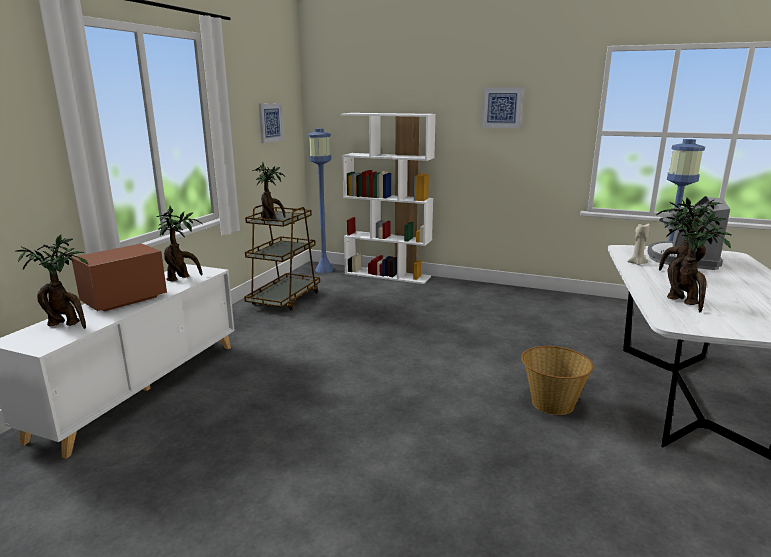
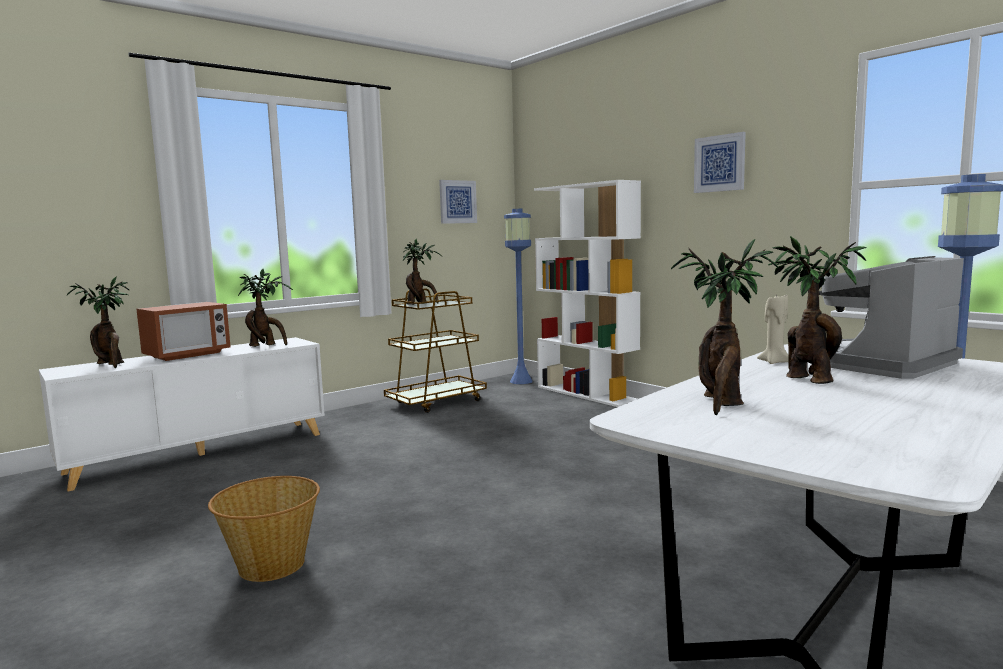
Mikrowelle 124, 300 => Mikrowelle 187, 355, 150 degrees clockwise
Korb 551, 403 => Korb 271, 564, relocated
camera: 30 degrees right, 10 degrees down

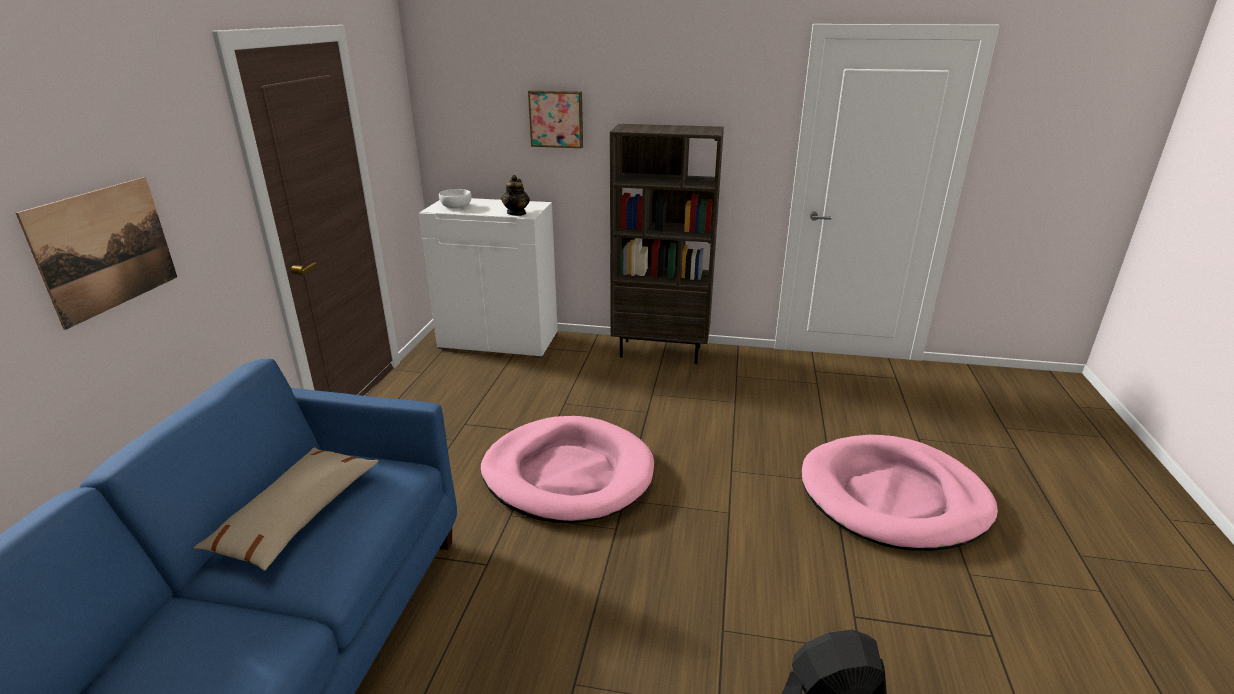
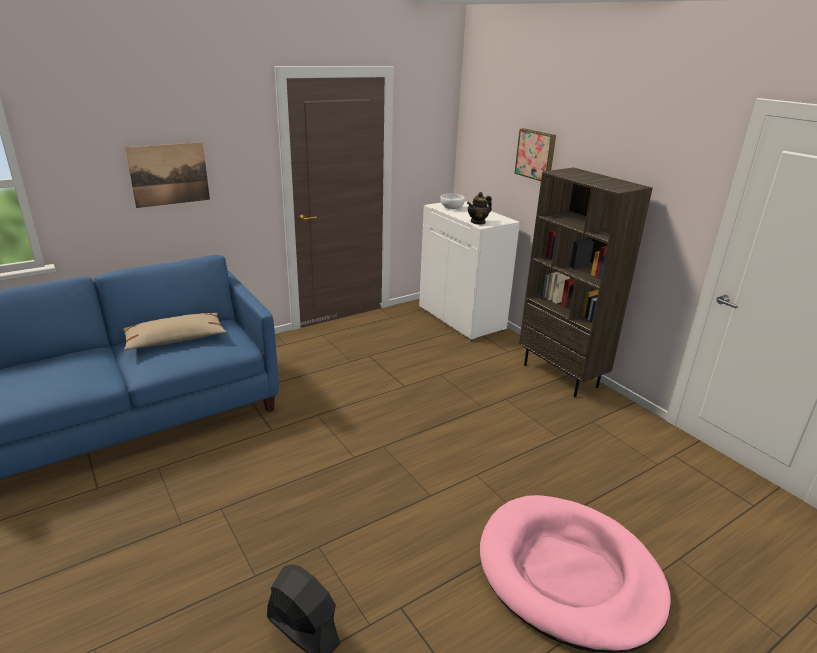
Hundebett/rosa 568, 474 => nothing
camera: 45 degrees right, 0 degrees up

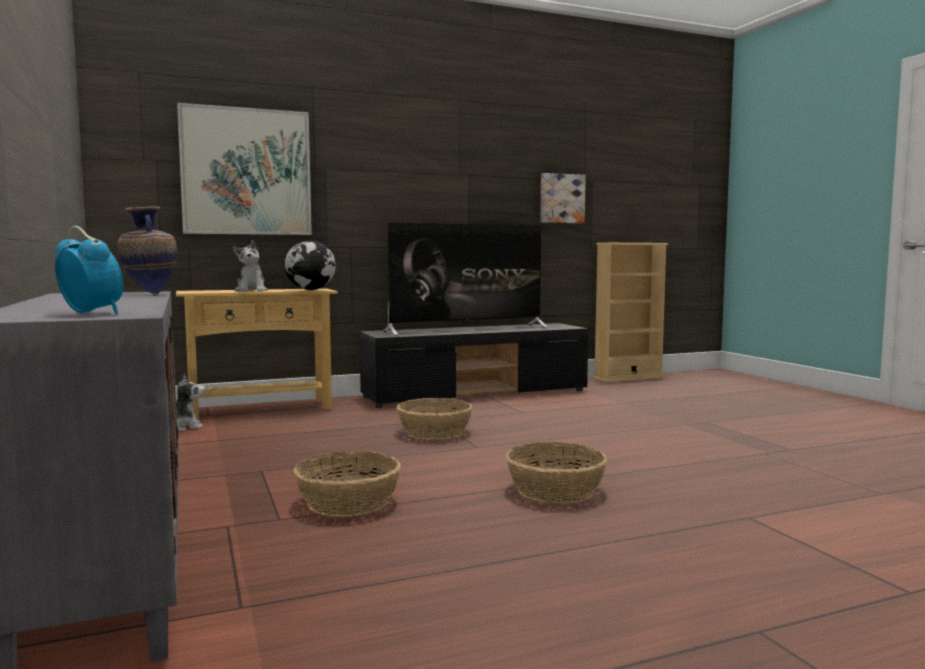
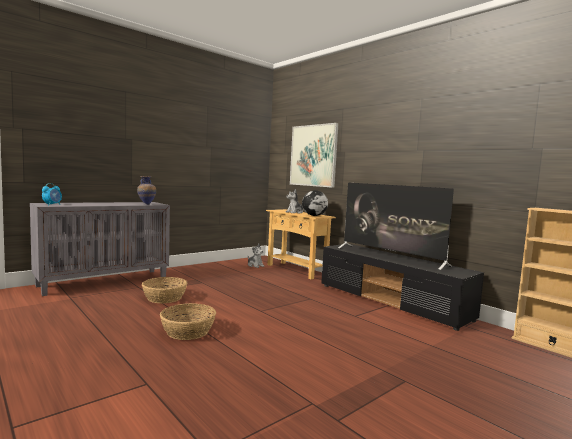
Korb 435, 432 => nothing
Bild 561, 198 => nothing
camera: 70 degrees right, 0 degrees up

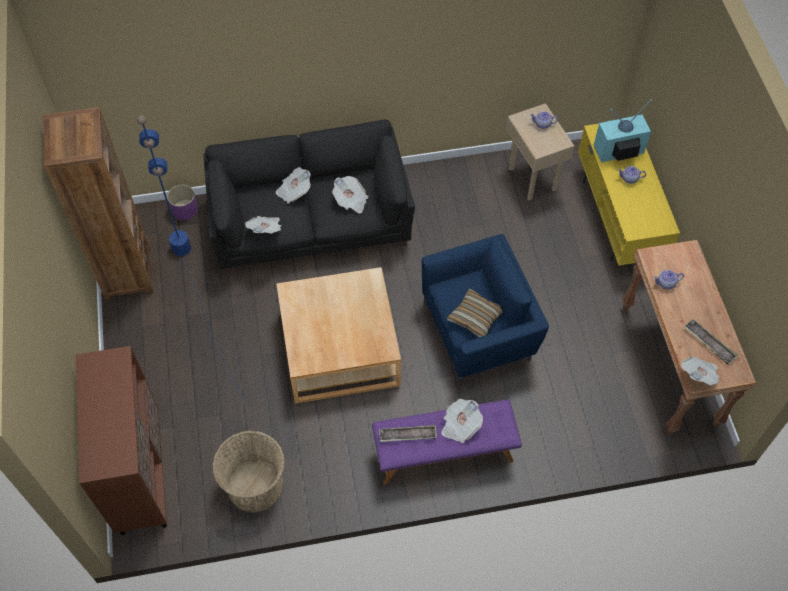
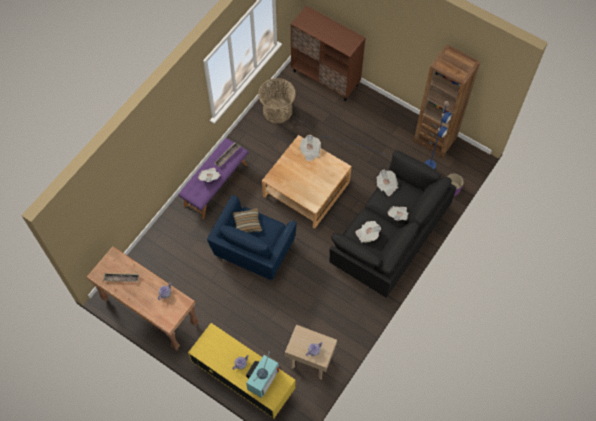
Zeitung 699, 375 => Zeitung 310, 151, relocated
camera: 135 degrees right, 5 degrees up

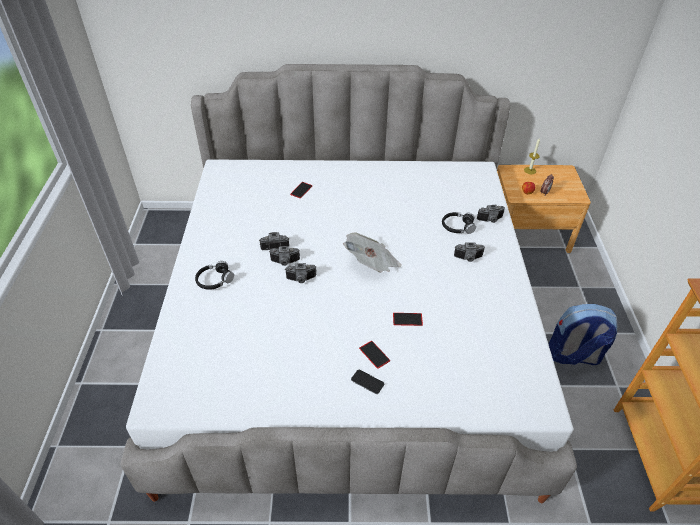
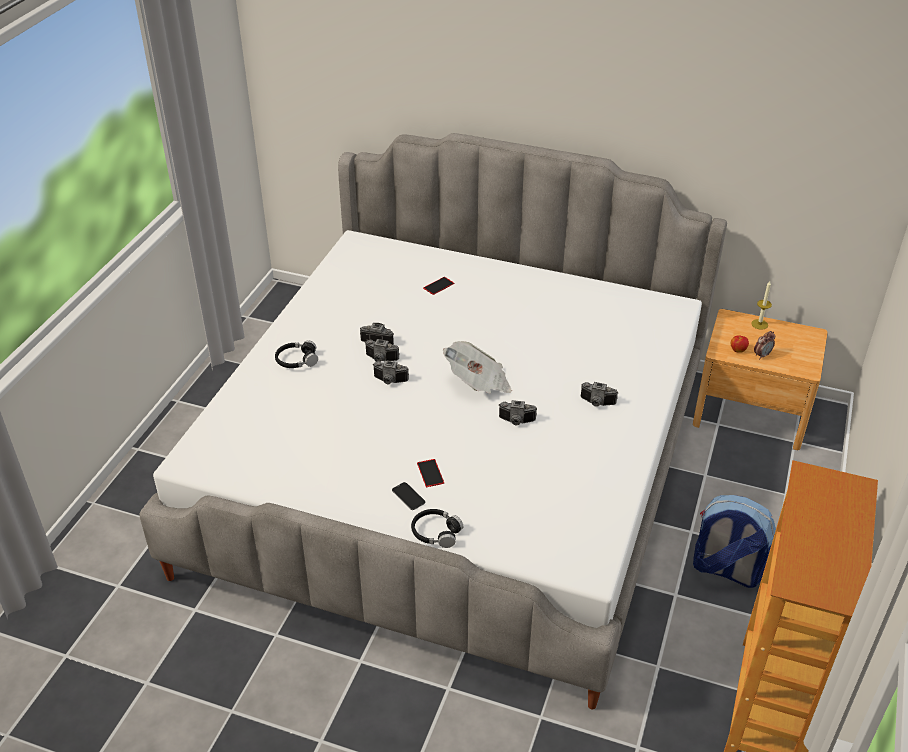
Kopfhörer/schwarz 457, 227 => Kopfhörer/schwarz 436, 532, relocated
Kamera 491, 220 => Kamera 516, 422, relocated
Handy 407, 319 => nothing
camera: 20 degrees right, 5 degrees down

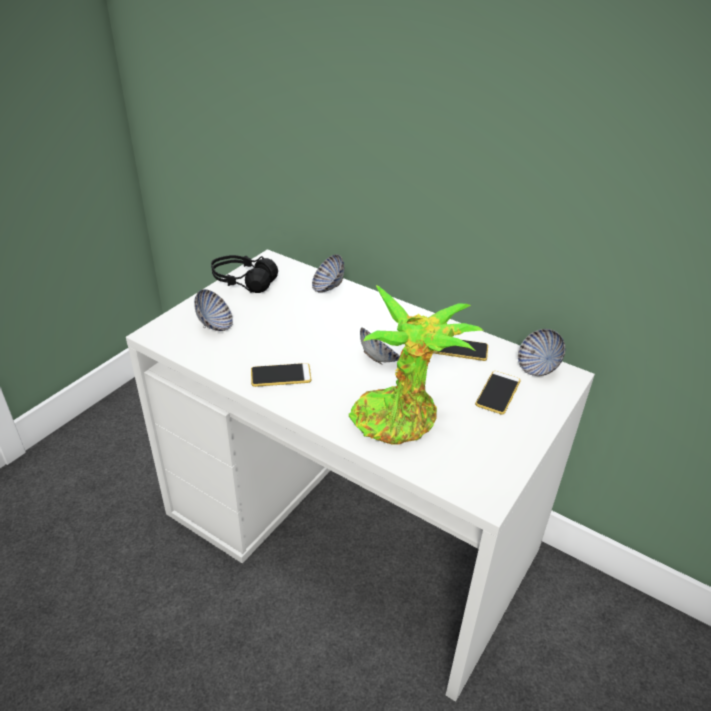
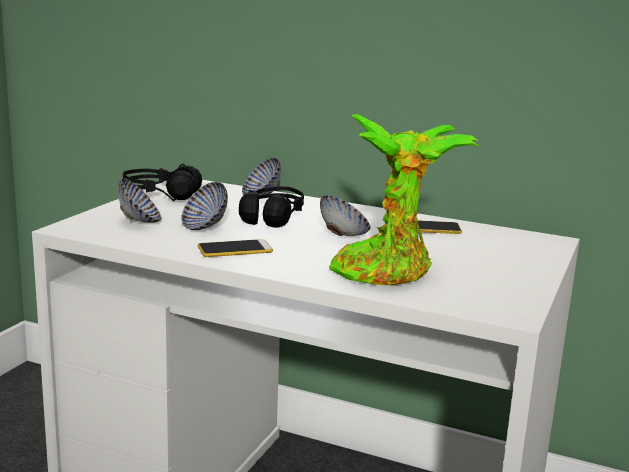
Schüssel 537, 367 => Schüssel 204, 227, relocated
nothing => Kopfhörer/schwarz 273, 218
Handy 498, 393 => nothing
camera: 10 degrees left, 20 degrees down

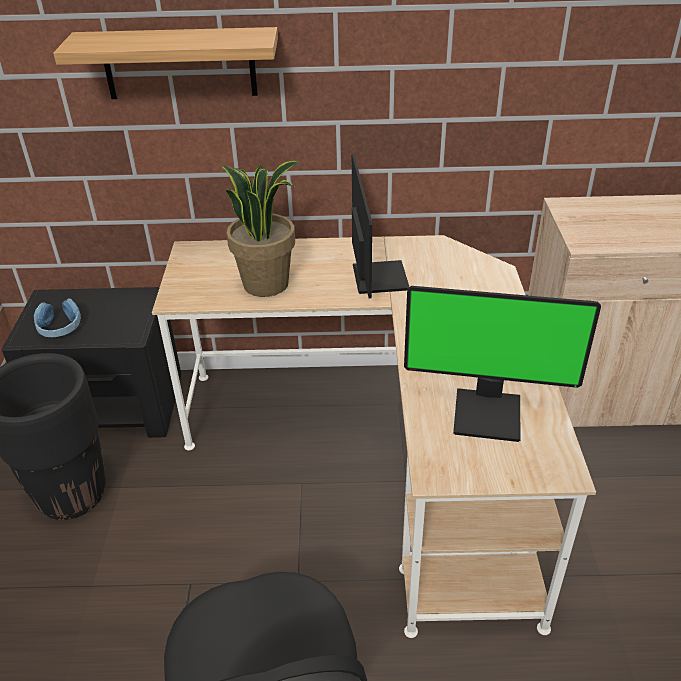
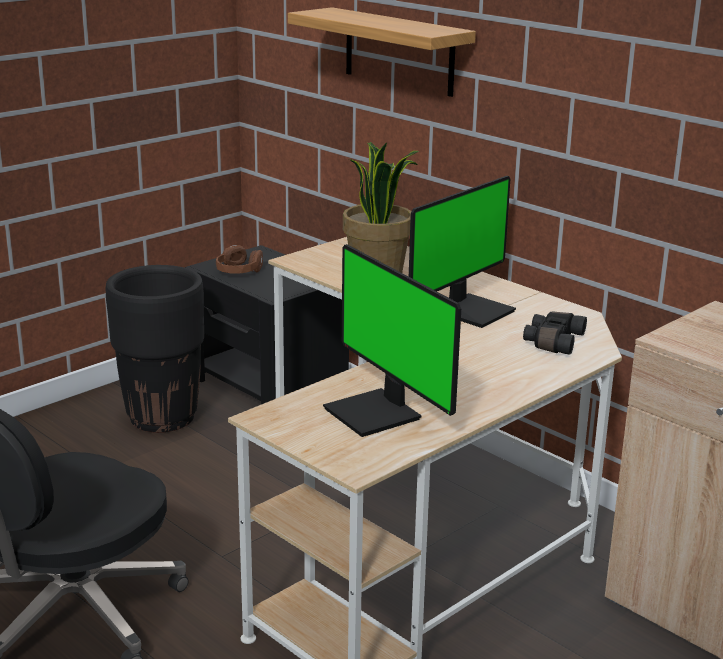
Kopfhörer/blau 60, 327 => Kopfhörer/braun 239, 271
nothing => Fernglas/schwarz 552, 342
camera: 45 degrees right, 15 degrees down

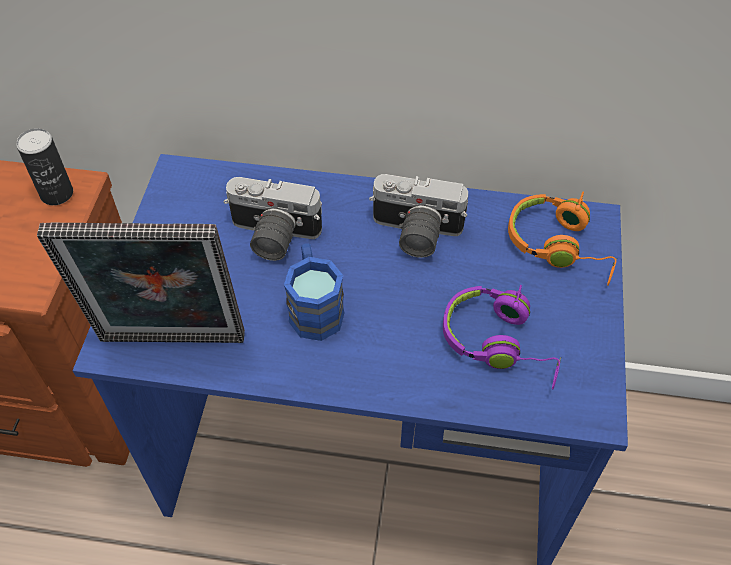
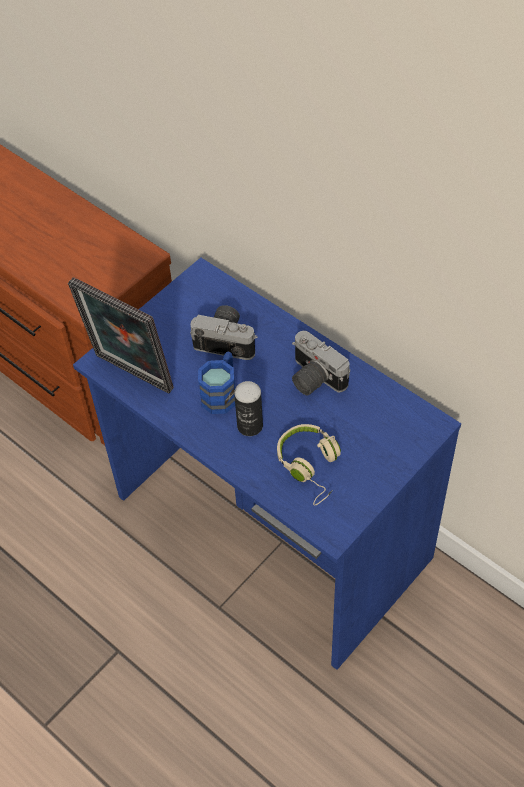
Kamera 271, 237 => Kamera 227, 340, 150 degrees clockwise
Dose 57, 194 => Dose 250, 426, relocated
Kopfhörer/lila 500, 343 => Kopfhörer/beige 311, 467
Kopfhörer/orange 560, 246 => nothing
camera: 35 degrees right, 0 degrees up

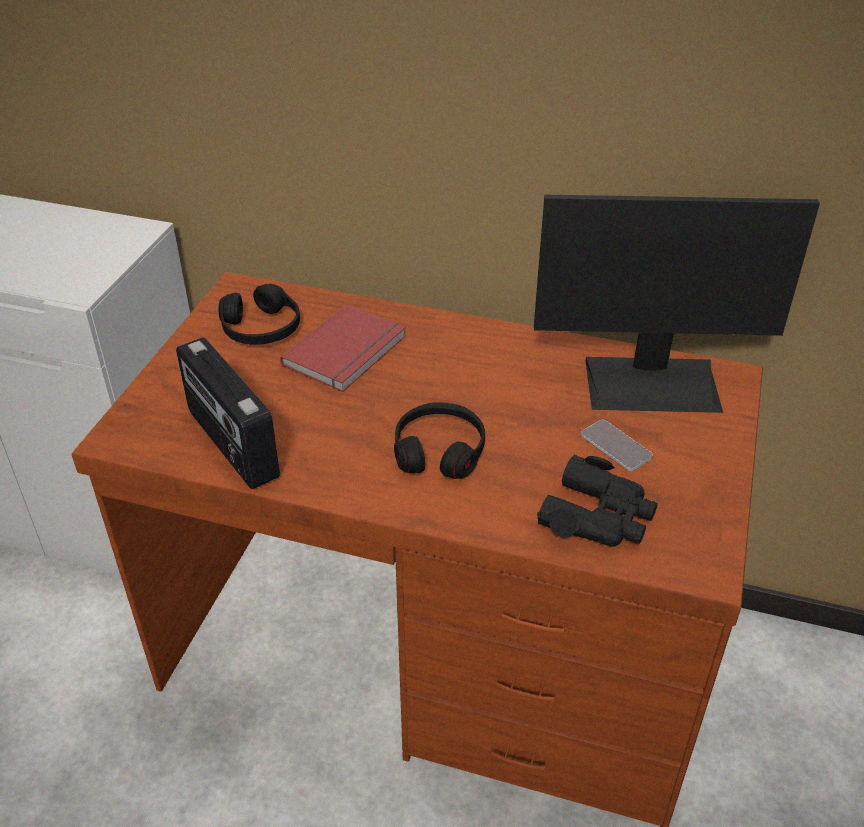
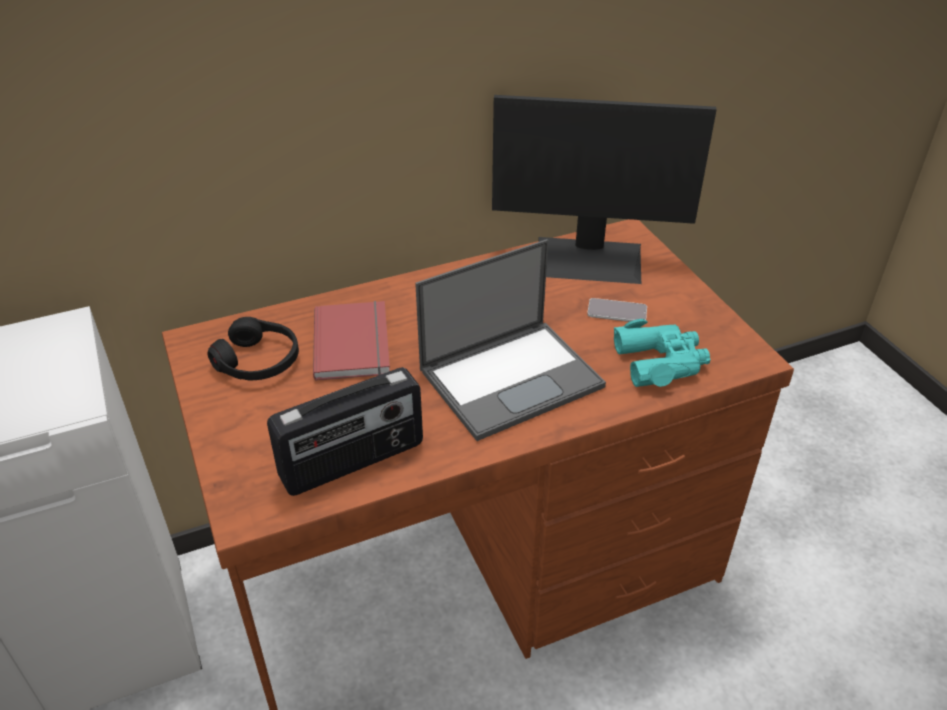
Radio 231, 445 => Radio 353, 462, 45 degrees counterclockwise
Kopfhörer/schwarz 439, 450 => Laptop 512, 377
Monitor 652, 383 => Monitor 589, 259, 45 degrees clockwise
Fernglas/schwarz 598, 516 => Fernglas/türkis 660, 362
camera: 40 degrees left, 0 degrees up

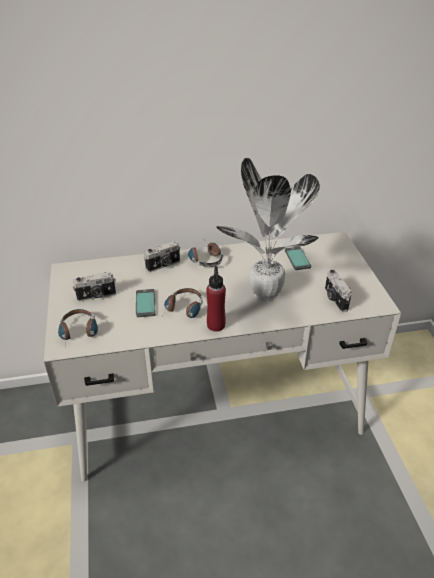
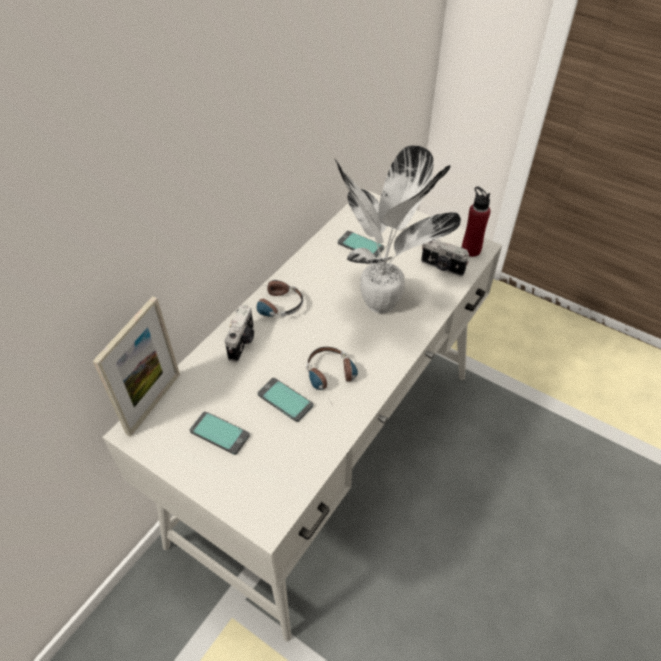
nothing => Bilderrahmen 154, 403
Kamera 96, 296 => Handy 220, 433
Flasche/rot 216, 325 => Flasche/rot 471, 250, relocated
Kopfhörer 79, 334 => nothing
camera: 45 degrees left, 10 degrees up

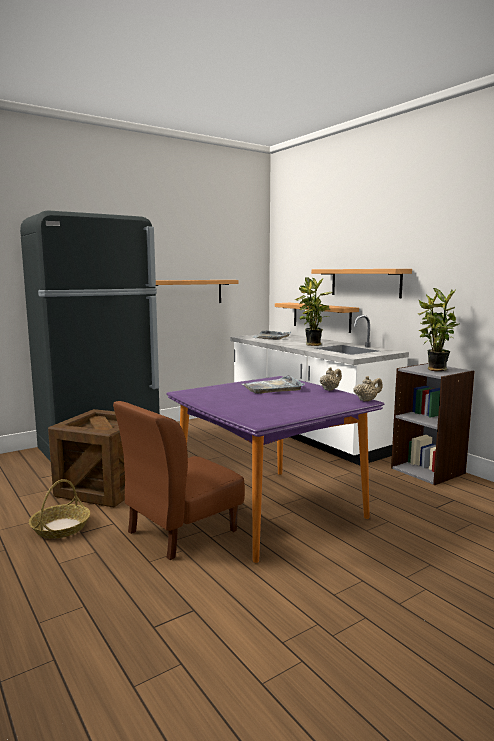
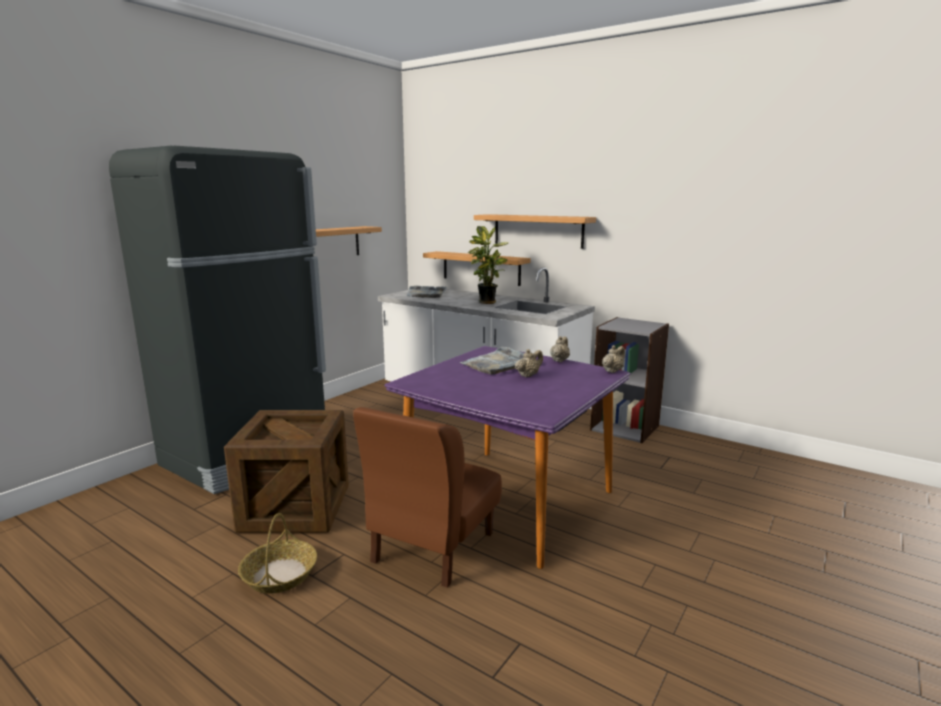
nothing => Teekanne/beige 528, 375
Topfpflanze 435, 369 => nothing
camera: 20 degrees left, 5 degrees up

